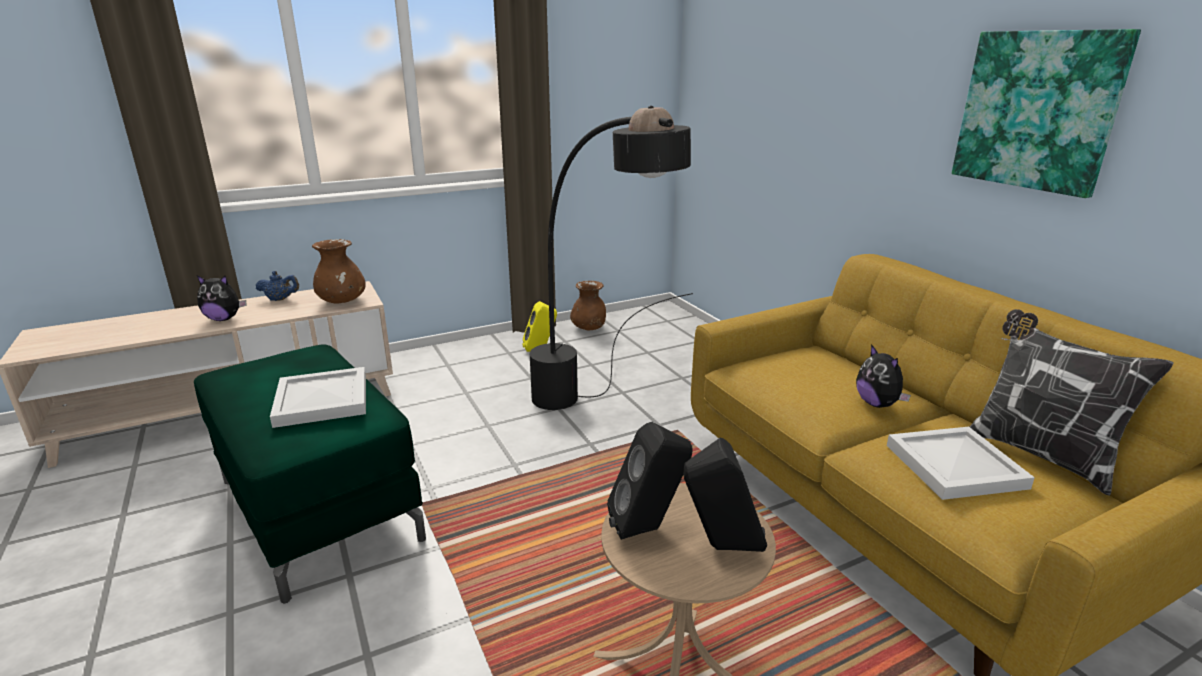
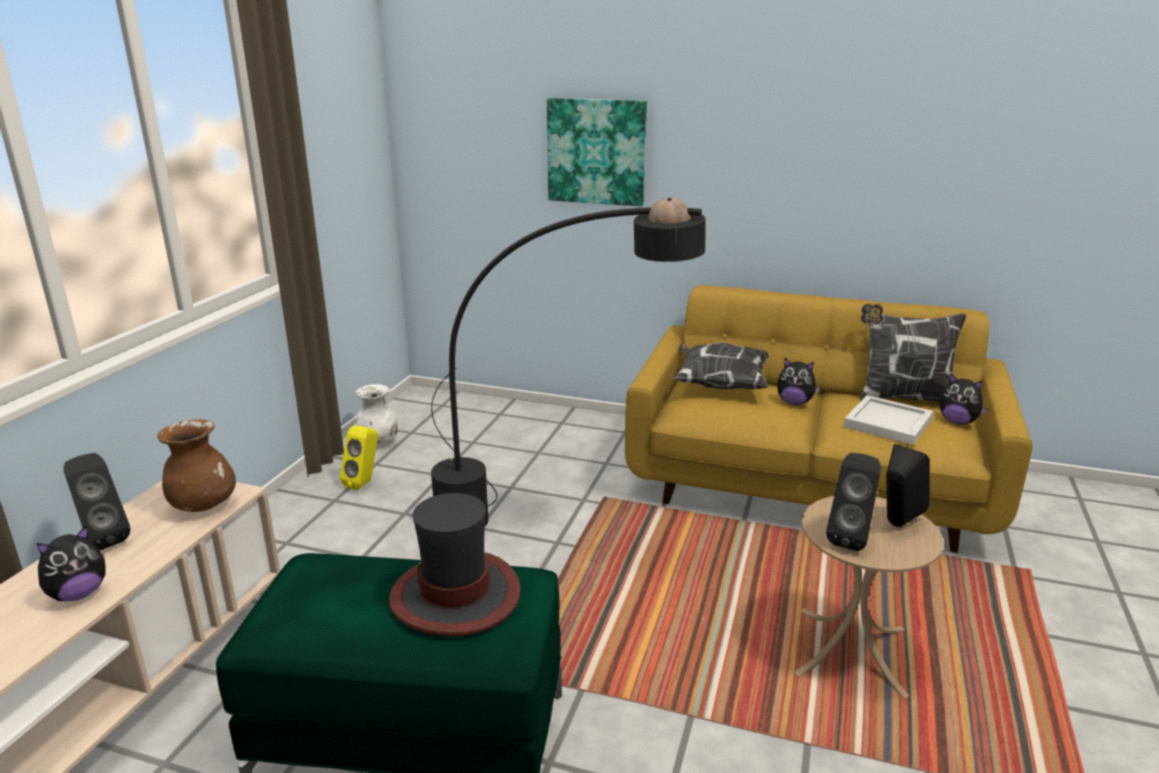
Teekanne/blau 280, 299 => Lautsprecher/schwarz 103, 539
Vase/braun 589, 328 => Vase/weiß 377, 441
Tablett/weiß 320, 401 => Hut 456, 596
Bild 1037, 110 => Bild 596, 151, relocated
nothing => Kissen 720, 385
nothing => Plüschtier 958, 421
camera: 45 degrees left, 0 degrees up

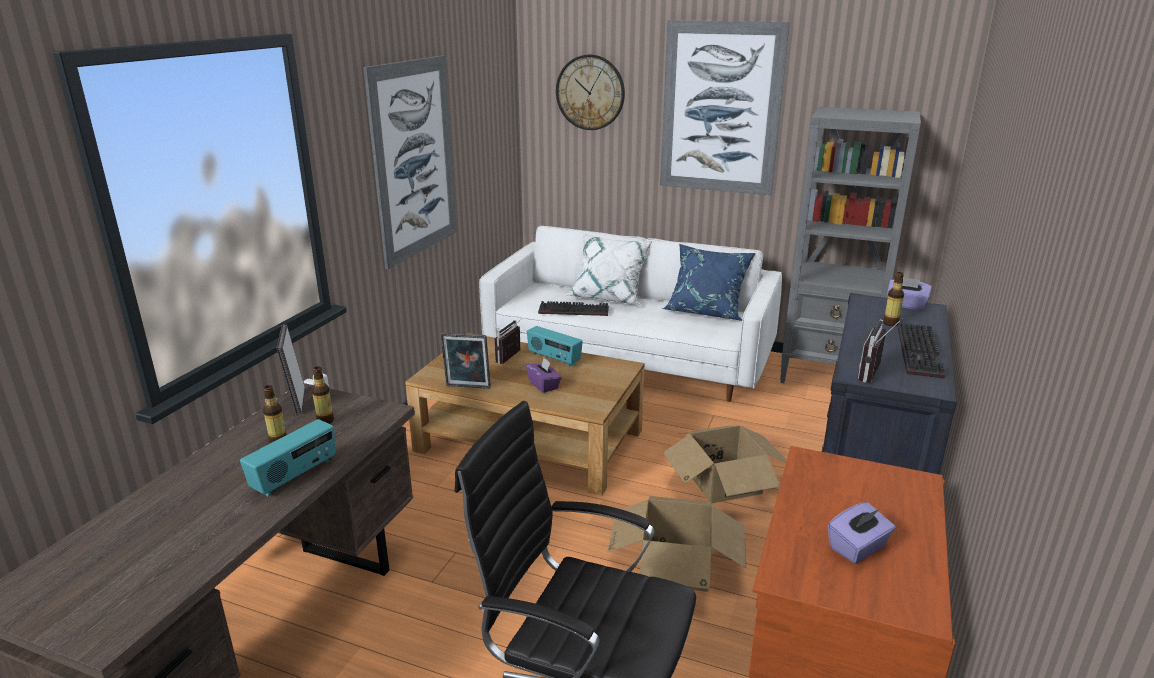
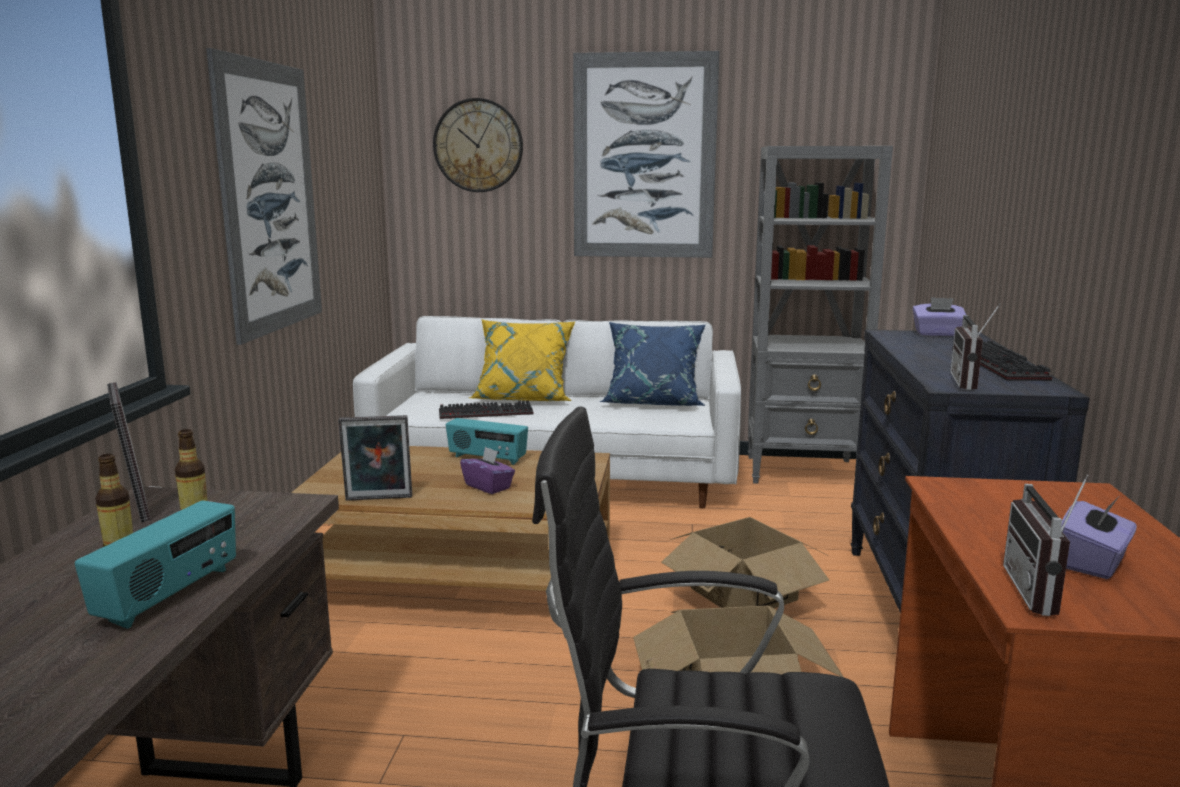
Kissen/weiß 609, 297 => Kissen/gelb 524, 398
Radio 511, 358 => Radio 1044, 594, relocated
Flasche 890, 323 => nothing
camera: 15 degrees left, 10 degrees down

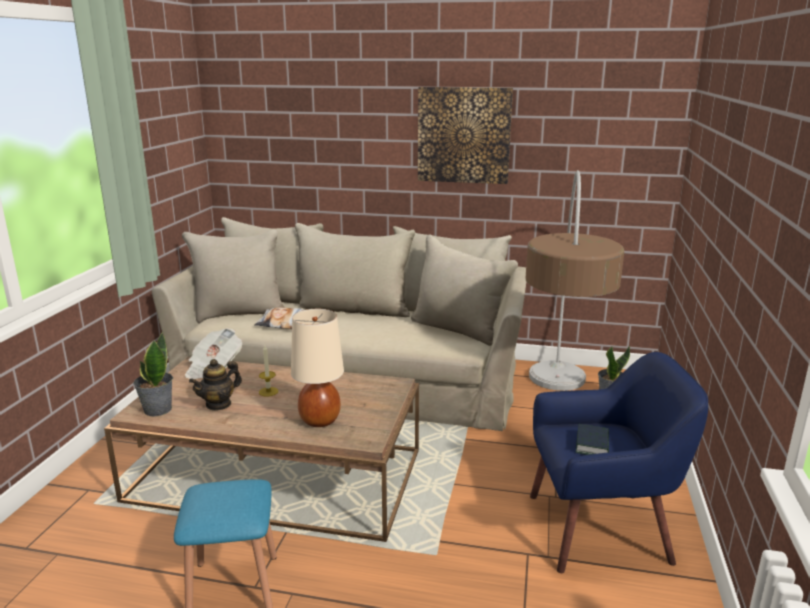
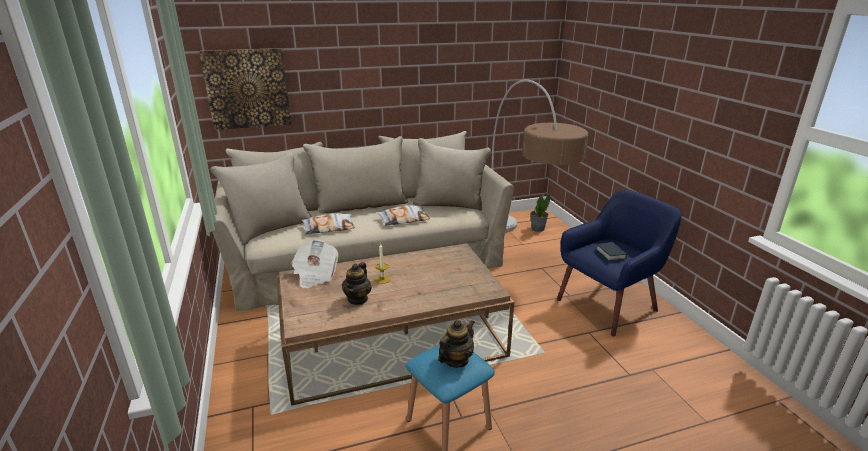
Bild 464, 135 => Bild 247, 88, relocated
nothing => Kissen 403, 219
nothing => Teekanne 456, 360
Topfpflanze 157, 409 => nothing
Tischlampe/beige 319, 420 => nothing
camera: 30 degrees left, 5 degrees up

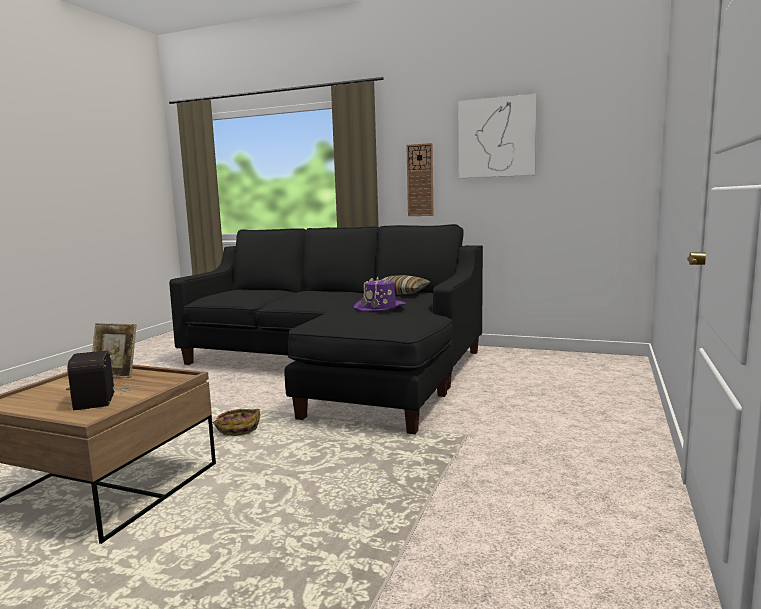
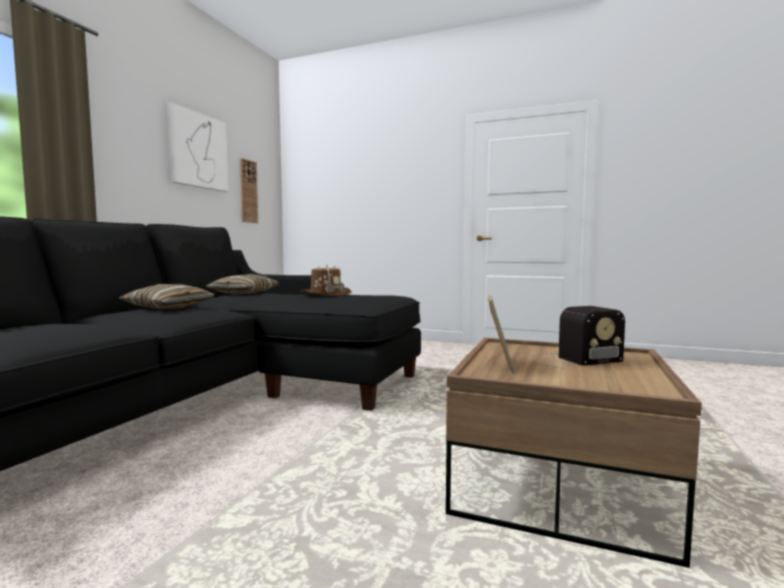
nothing => Kissen 169, 307
Wanduhr 420, 180 => Wanduhr 248, 191, relocated
Hut/lila 380, 307 => Hut/braun 325, 293
Korb 238, 429 => nothing
camera: 90 degrees left, 5 degrees down

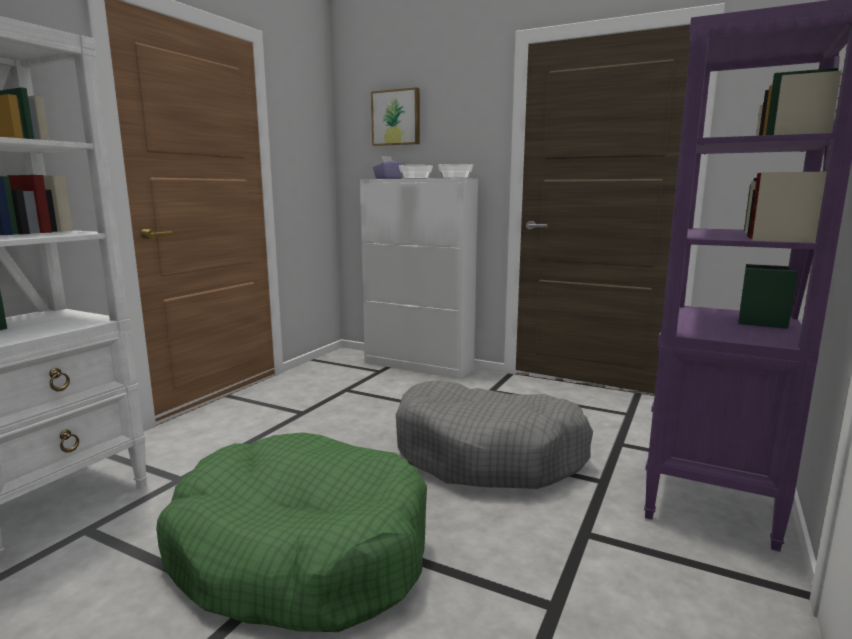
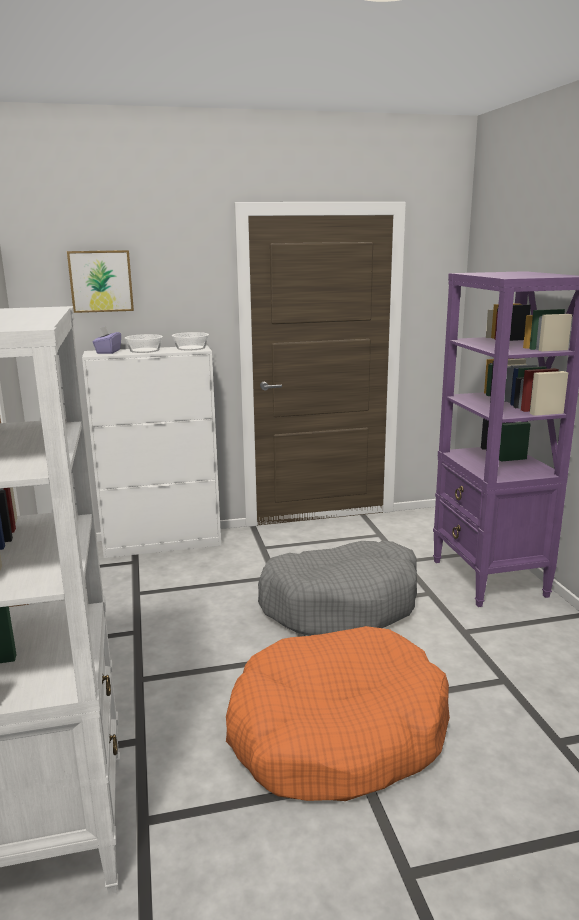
Hundebett/grün 300, 552 => Hundebett/orange 337, 733
camera: 40 degrees left, 5 degrees up

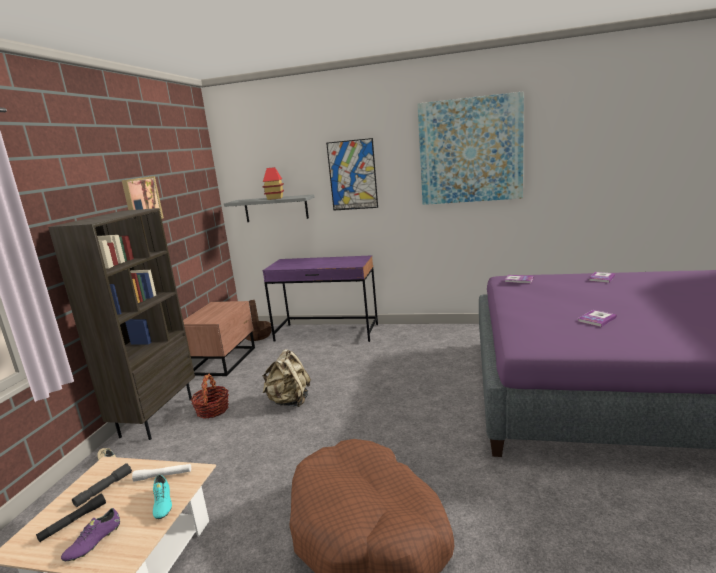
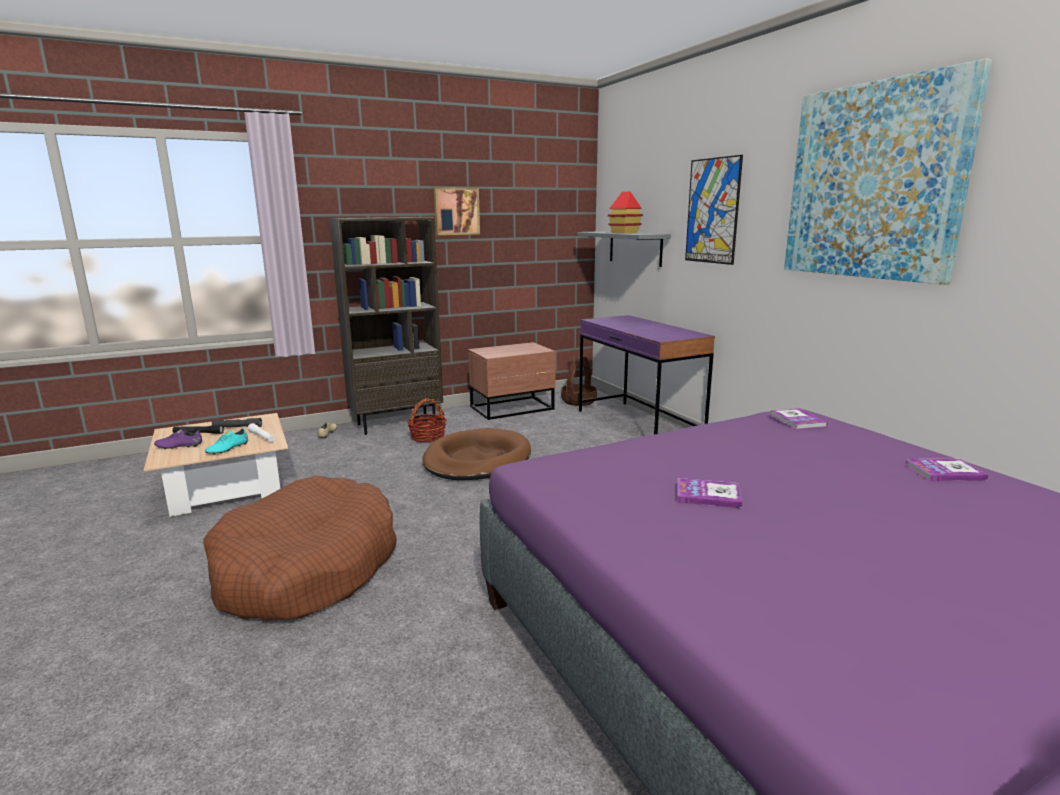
Rucksack/beige 289, 401 => Hundebett/braun 477, 460
camera: 50 degrees right, 0 degrees up

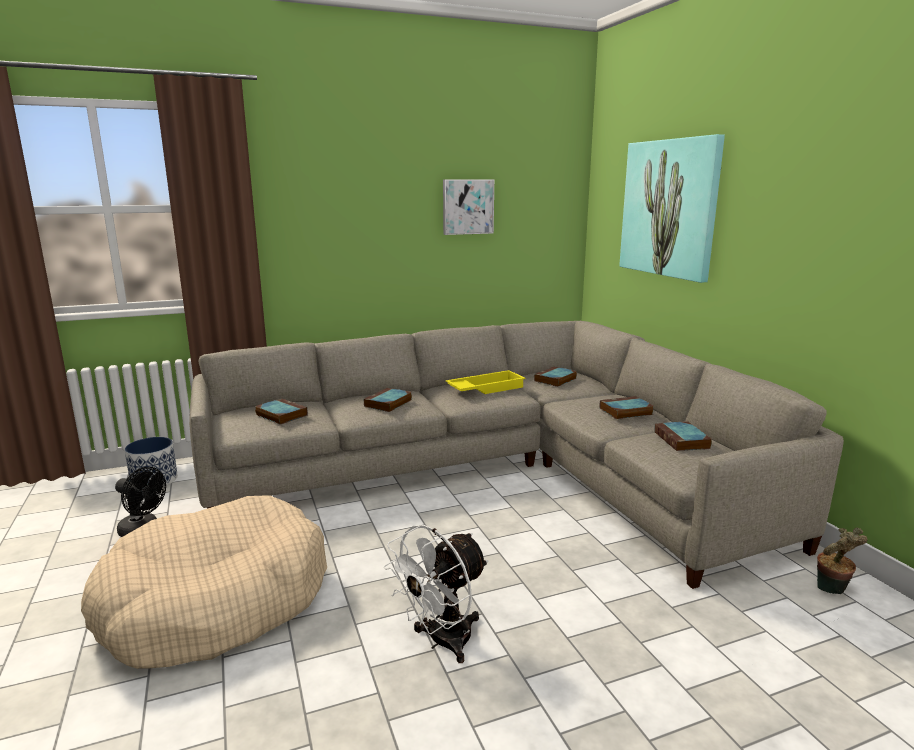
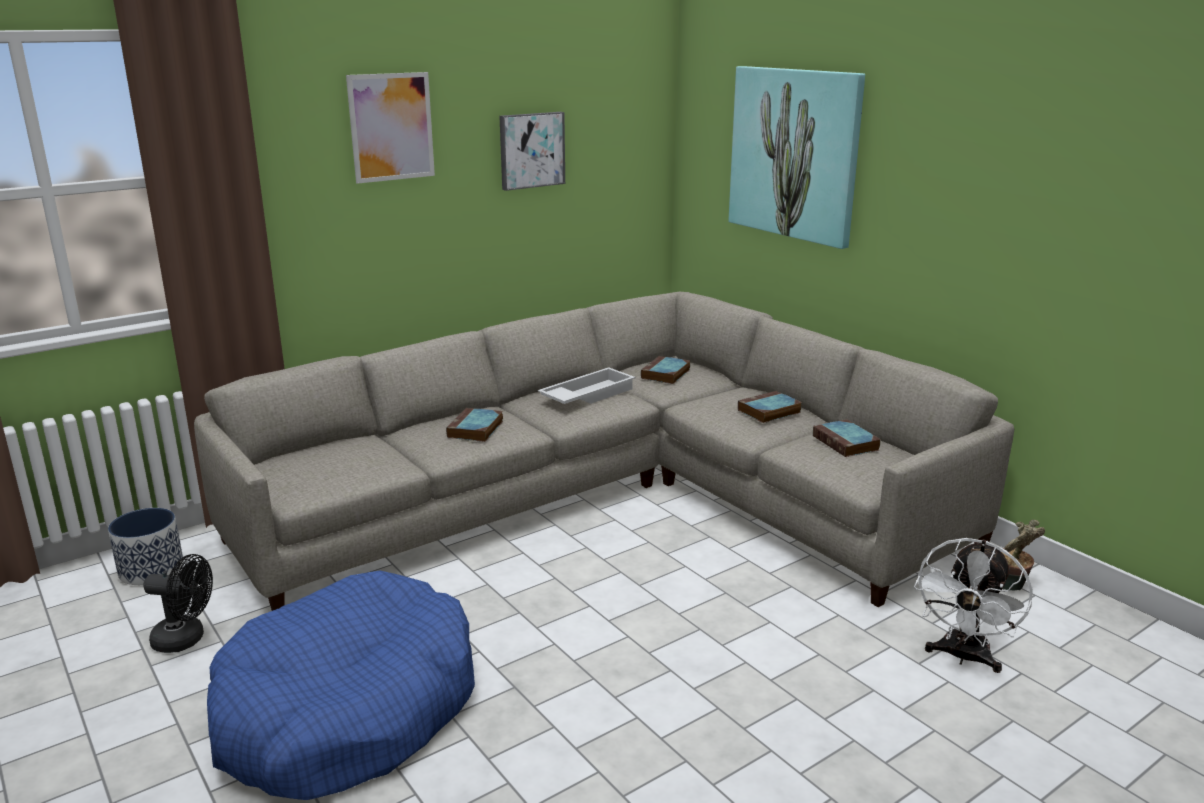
Hundebett/beige 215, 601 => Hundebett/blau 347, 710
nothing => Bild 391, 127
Tablett/gelb 485, 388 => Tablett/weiß 587, 395
Ventilator/weiß 441, 642 => Ventilator/weiß 963, 657, relocated
Buch 280, 415 => nothing
camera: 15 degrees left, 5 degrees up

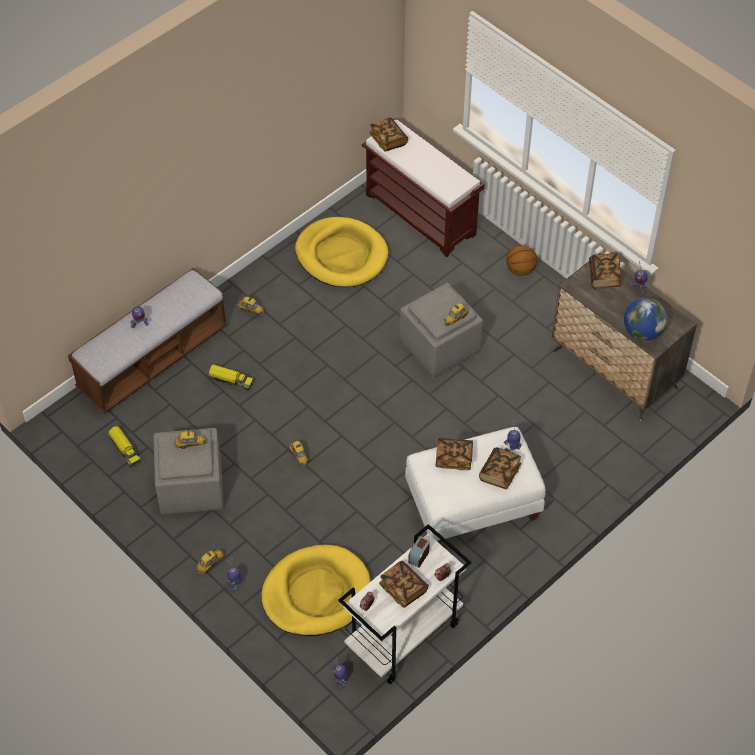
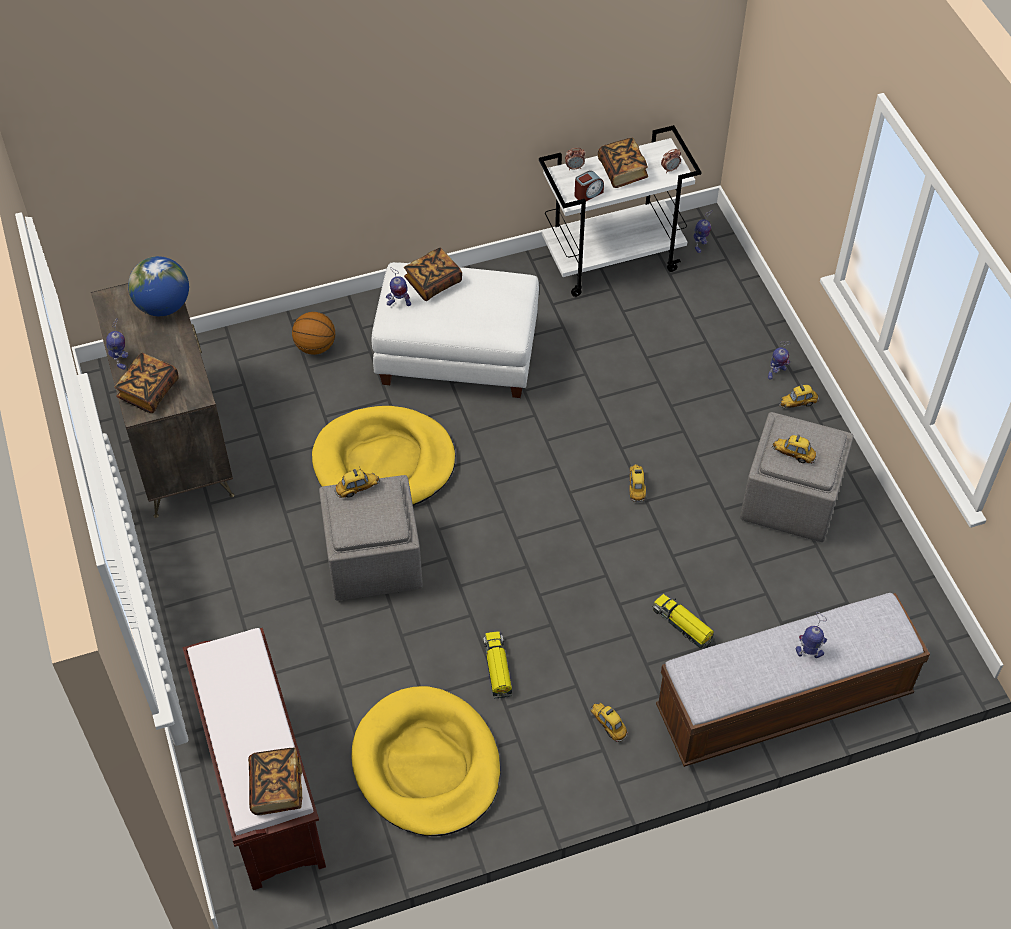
Basketball 520, 270 => Basketball 315, 347, relocated
Hundebett/gelb 316, 593 => Hundebett/gelb 384, 463, relocated
Spielzeuglaster 125, 449 => Spielzeuglaster 497, 668, relocated
Buch 453, 458 => nothing
camera: 155 degrees left, 0 degrees up

